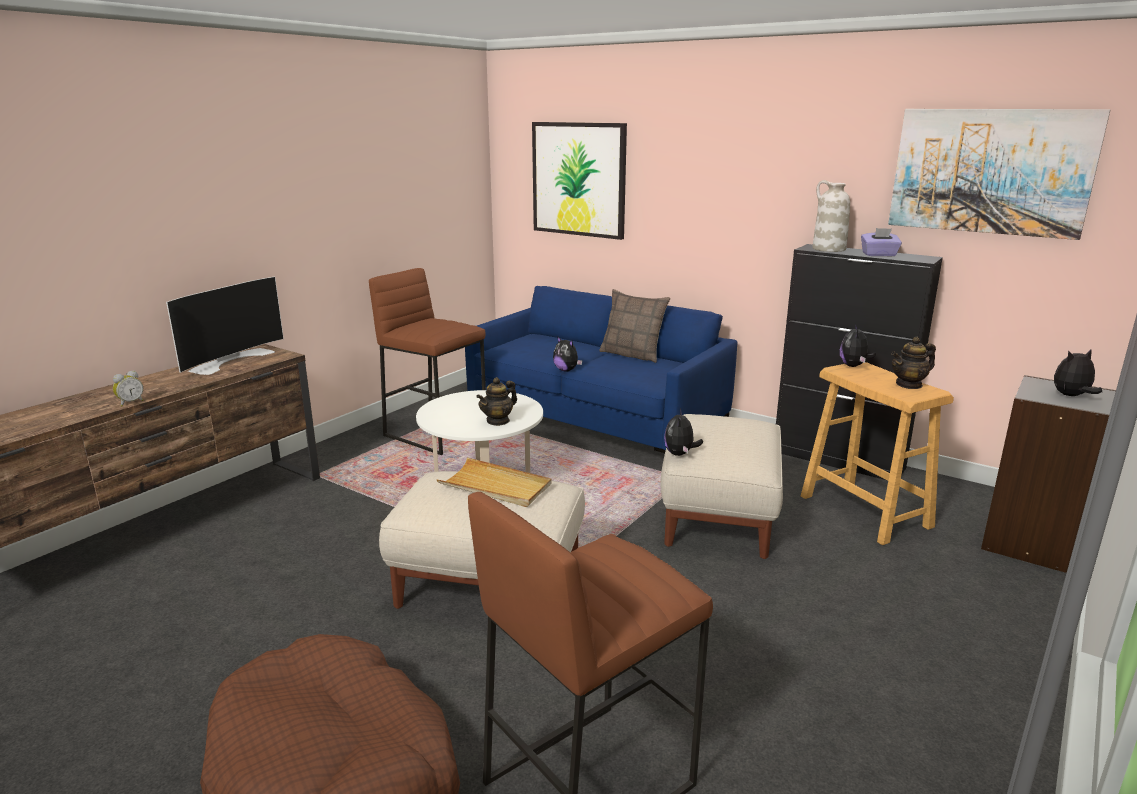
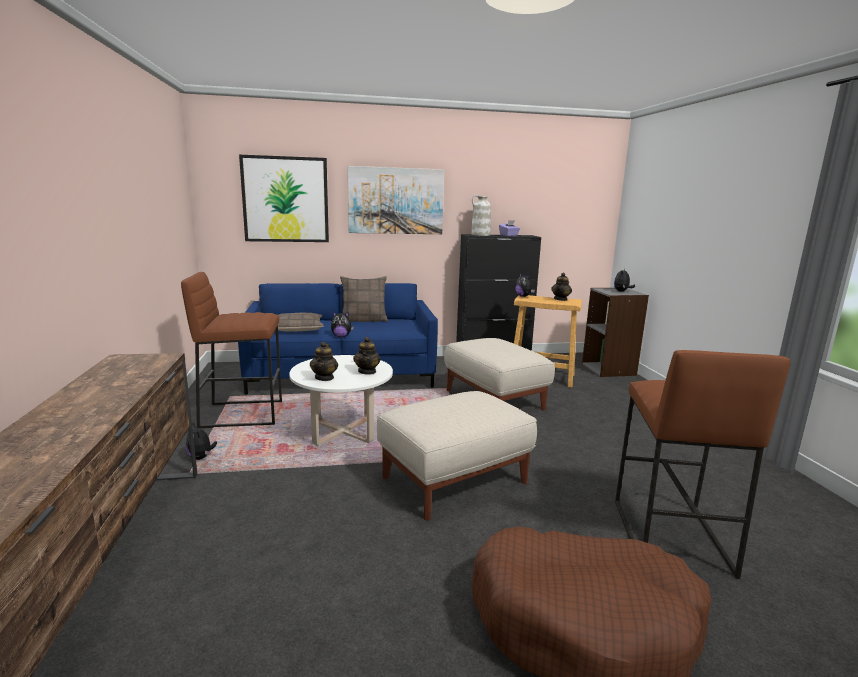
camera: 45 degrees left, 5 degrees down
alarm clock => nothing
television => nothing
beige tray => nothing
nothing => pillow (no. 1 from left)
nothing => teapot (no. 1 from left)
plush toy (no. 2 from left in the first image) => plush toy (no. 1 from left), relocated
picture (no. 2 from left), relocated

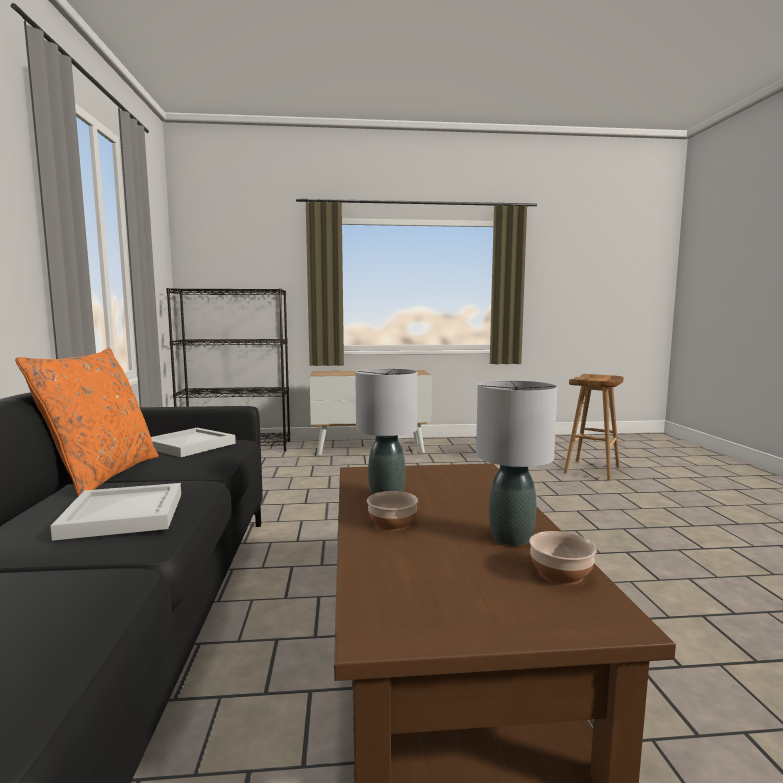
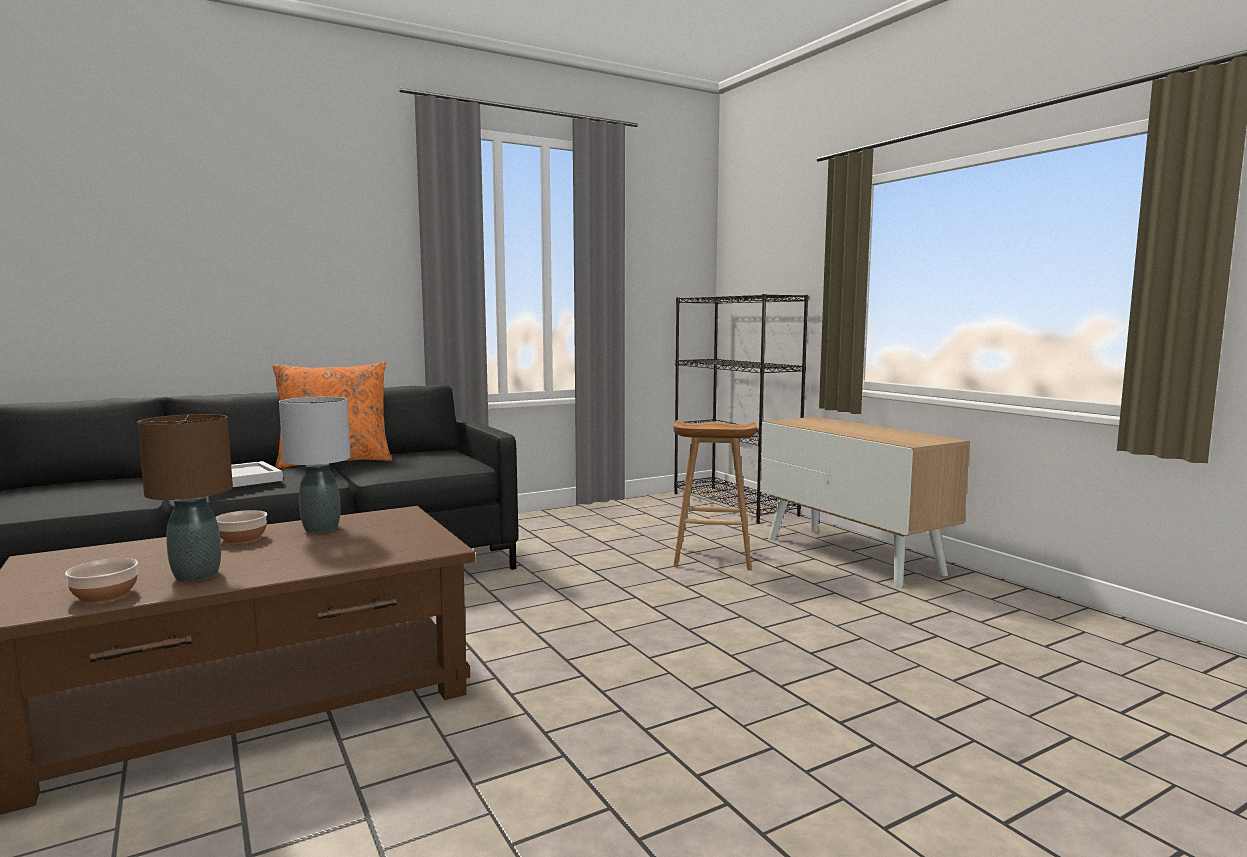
camera: 65 degrees right, 0 degrees up
white tray (no. 2 from left) => nothing
brown stool, relocated
grey table lamp (no. 2 from left) => brown table lamp

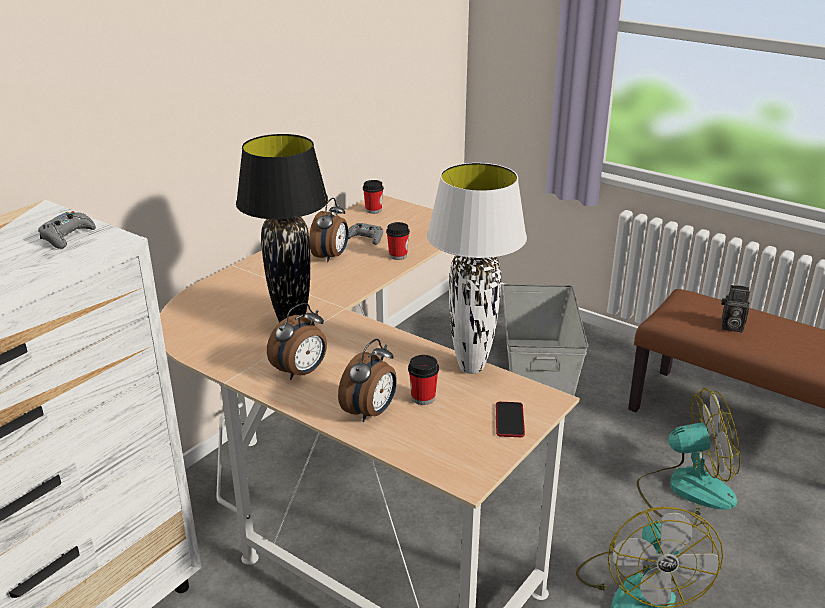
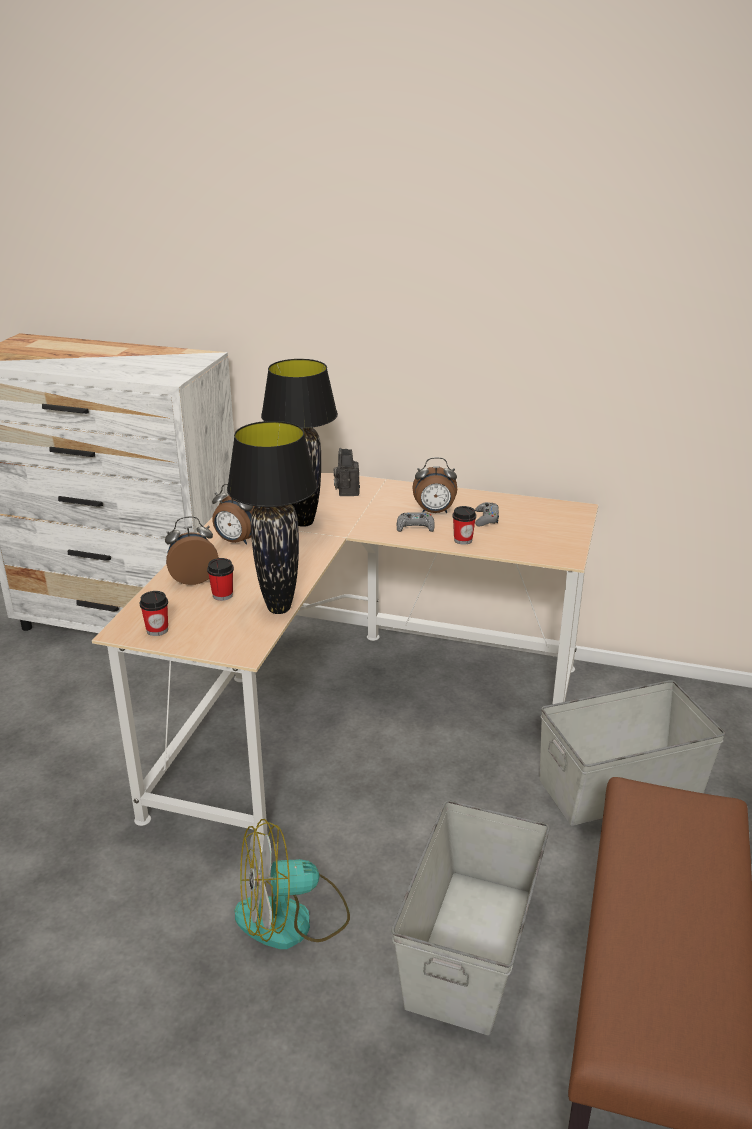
camera: 70 degrees right, 0 degrees up
phone => nothing
grey game controller (no. 1 from left), relocated
cup (no. 1 from left), relocated
photo camera, relocated
fan (no. 2 from left) => grey storage box (no. 1 from left)
white table lamp => black table lamp (no. 1 from left)
alarm clock (no. 3 from left in the first image) => alarm clock (no. 1 from left), 150 degrees clockwise

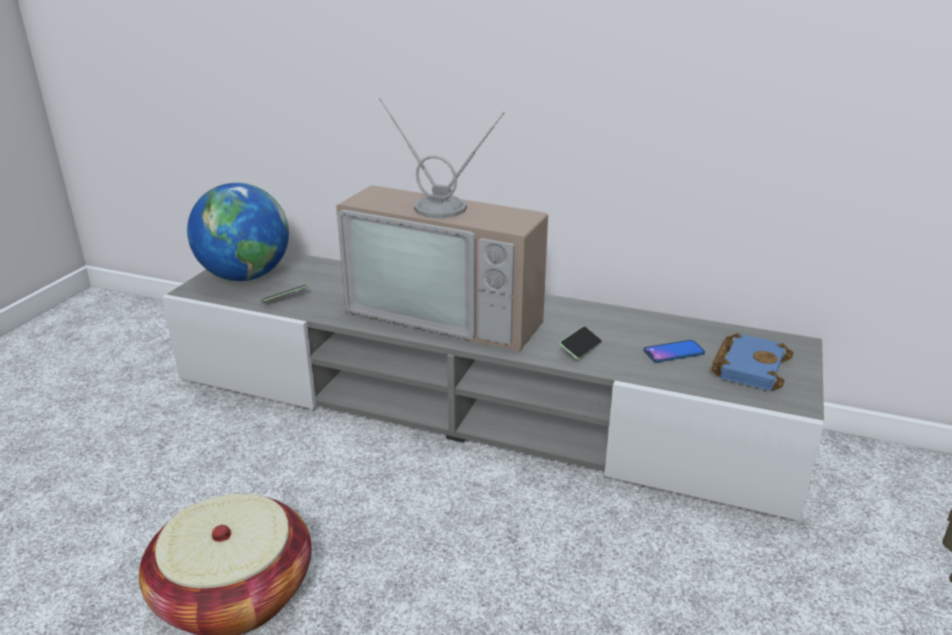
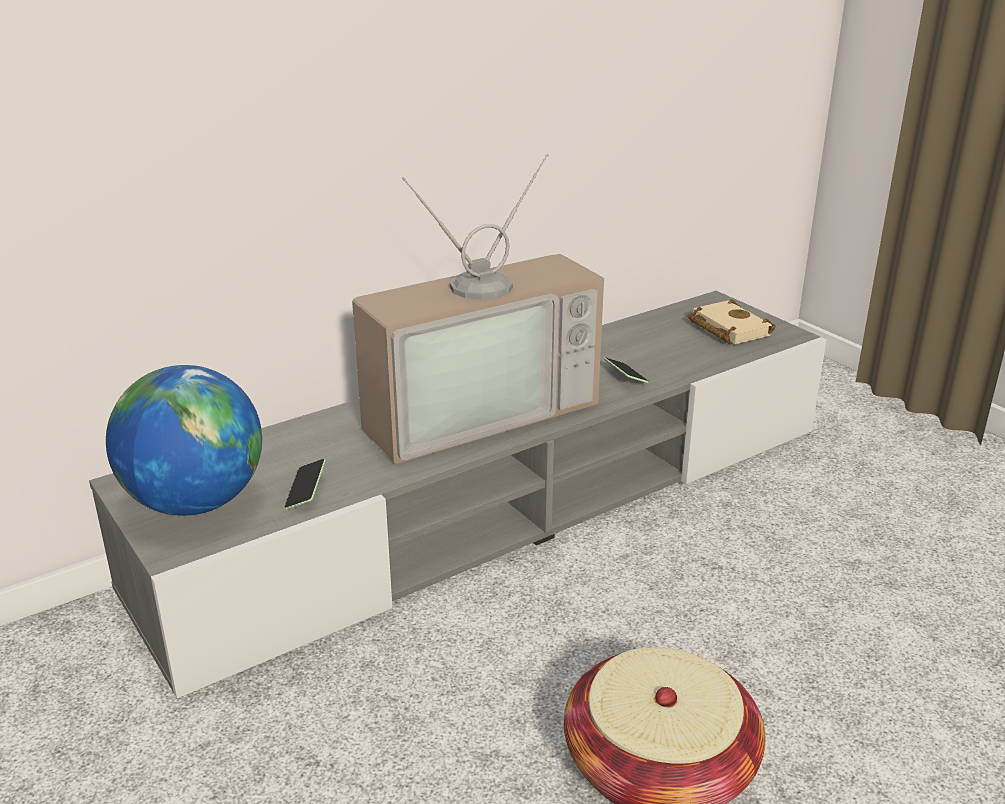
camera: 55 degrees left, 0 degrees up
phone (no. 3 from left) => nothing
blue book => beige book

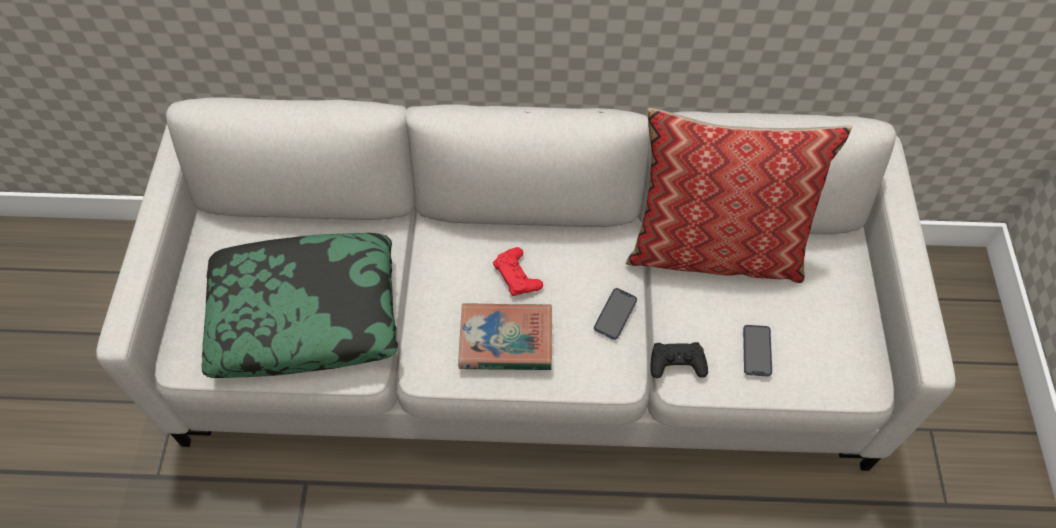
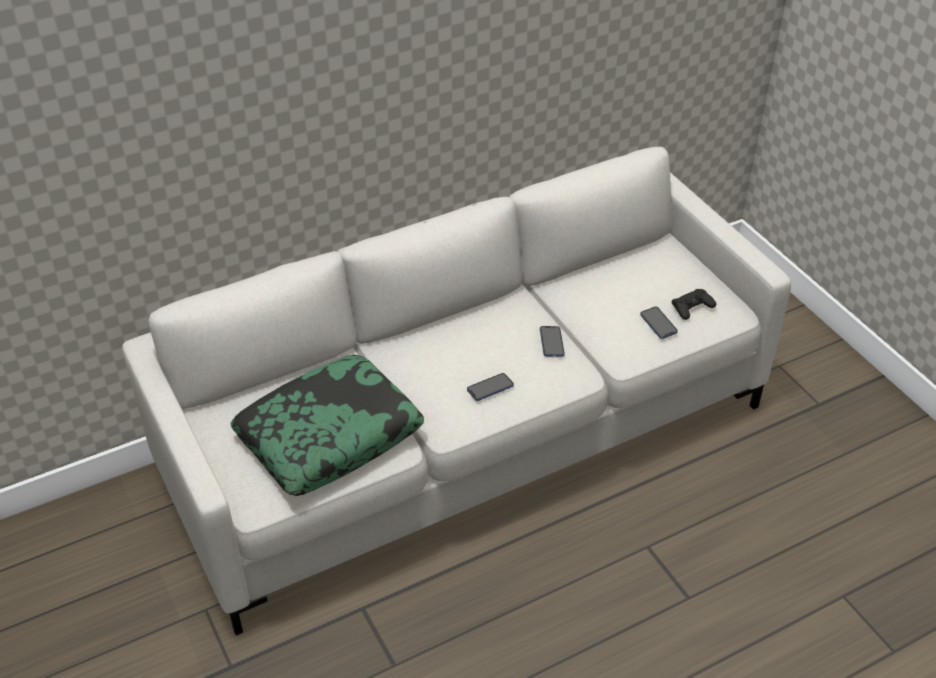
camera: 30 degrees left, 15 degrees down
red game controller => nothing
pillow (no. 2 from left) => nothing
black game controller, relocated
book => phone (no. 1 from left)

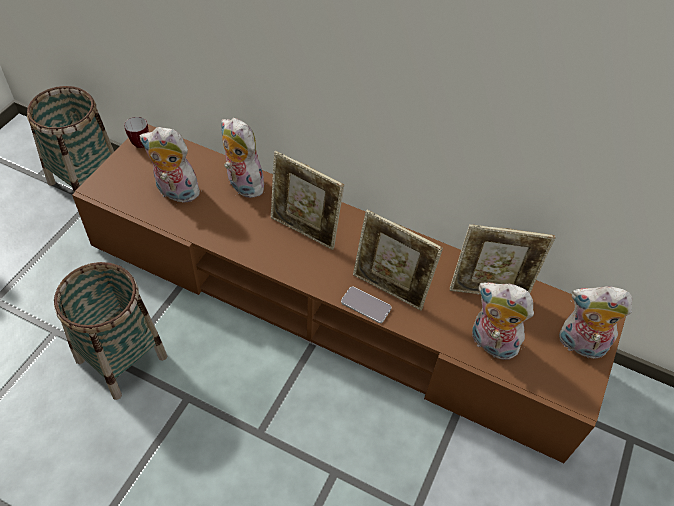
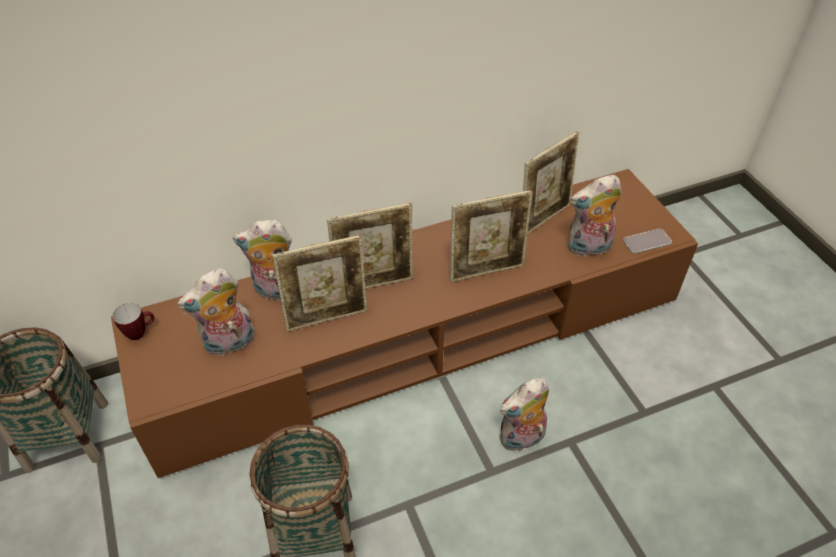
camera: 45 degrees left, 5 degrees down
nothing => picture frame (no. 1 from left)
phone, relocated
plush toy (no. 4 from left in the first image) => plush toy (no. 3 from left), relocated

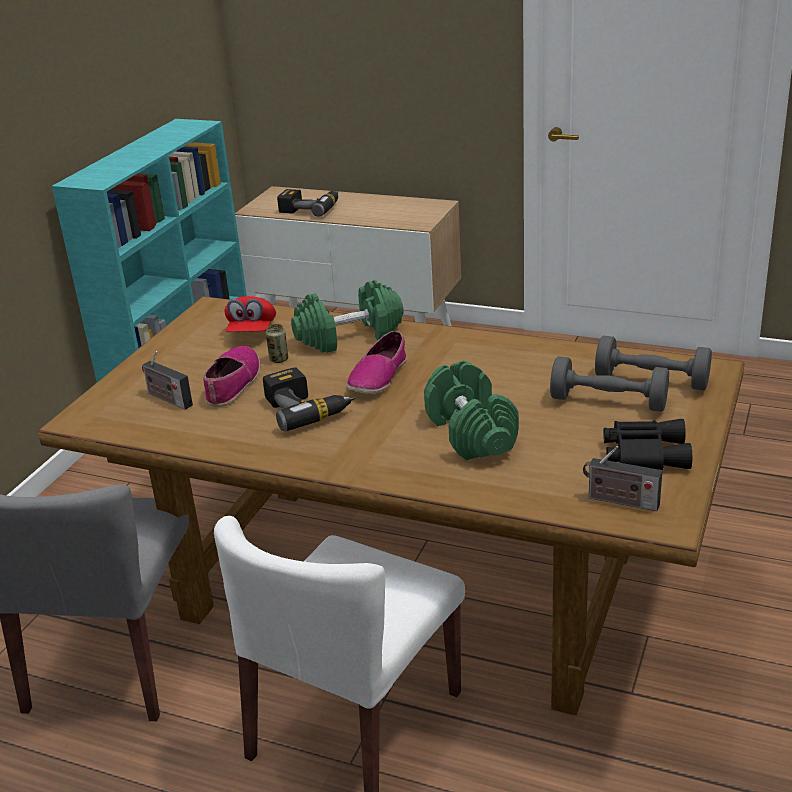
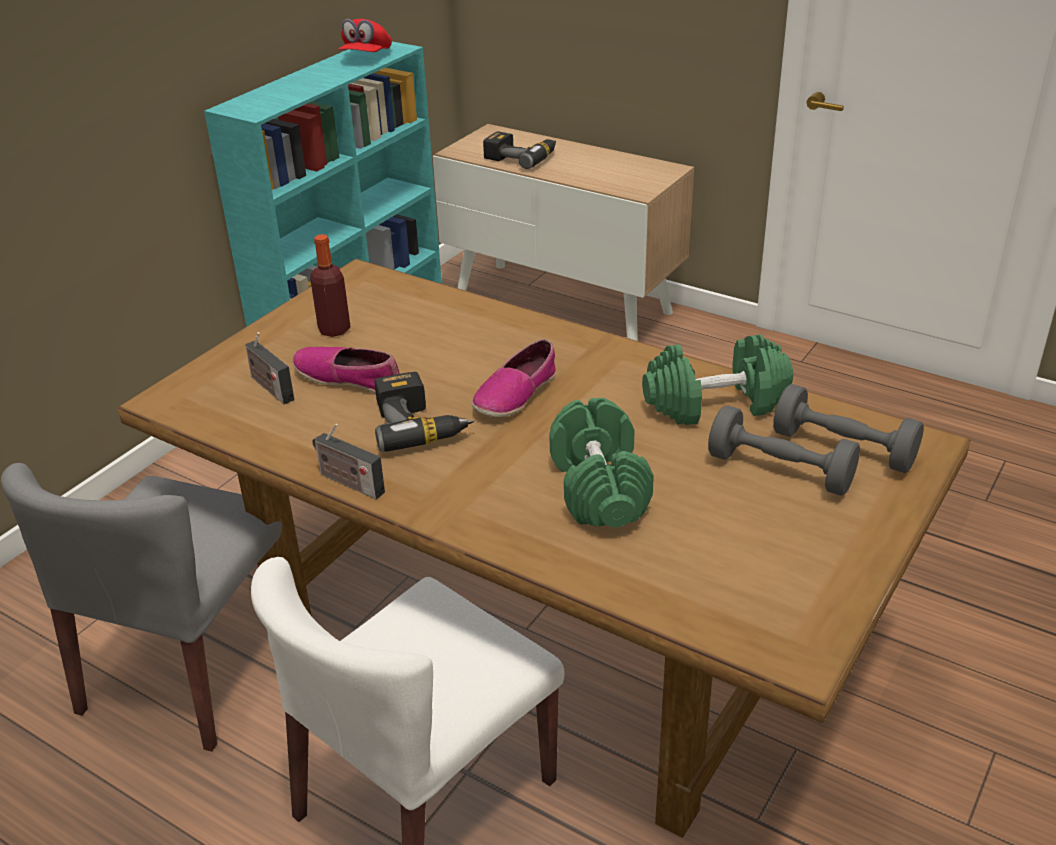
camera: 10 degrees right, 5 degrees up
can => nothing
black binoculars => nothing
nothing => bottle
red cap, relocated
green dumbbell (no. 1 from left in the first image) => green dumbbell (no. 2 from left), relocated
radio (no. 2 from left), relocated
shoe (no. 1 from left), 90 degrees counterclockwise

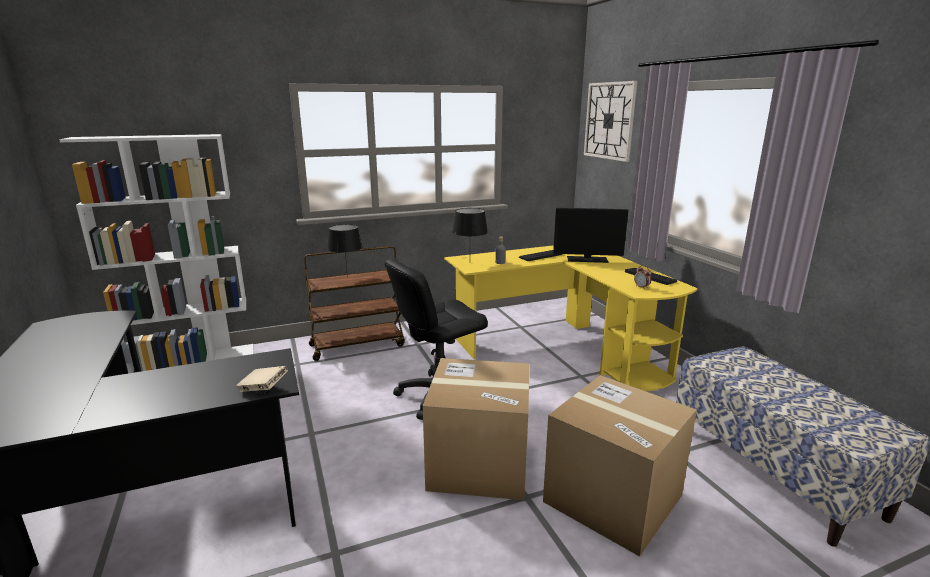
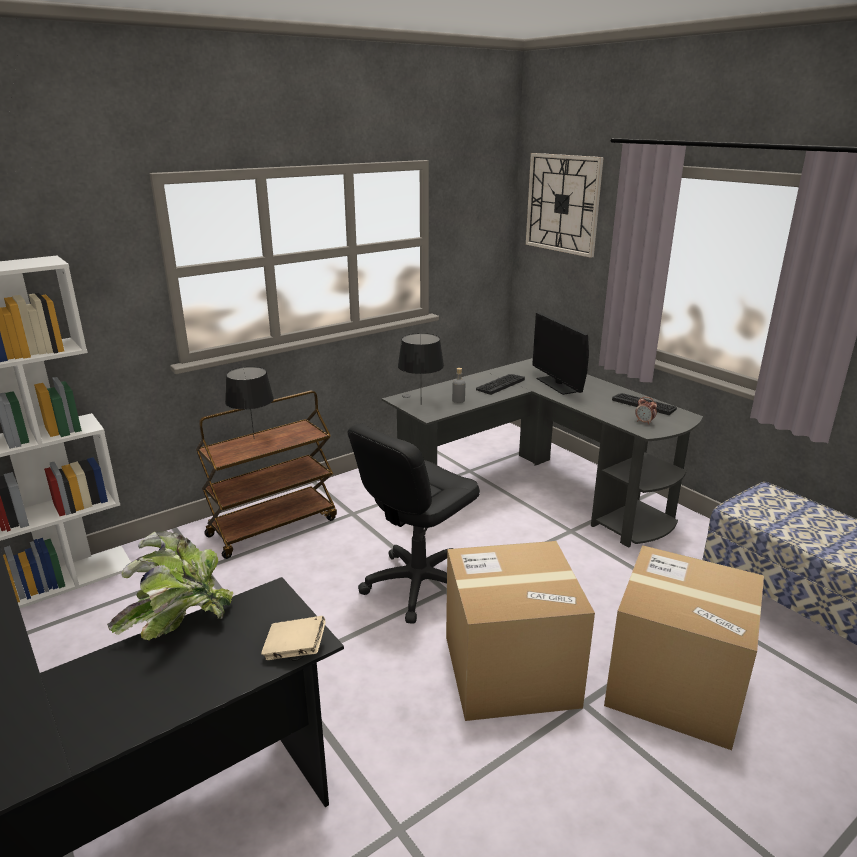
camera: 15 degrees left, 5 degrees up
nothing => potted plant
yellow desk => black desk (no. 2 from left)
monitor, 75 degrees clockwise

